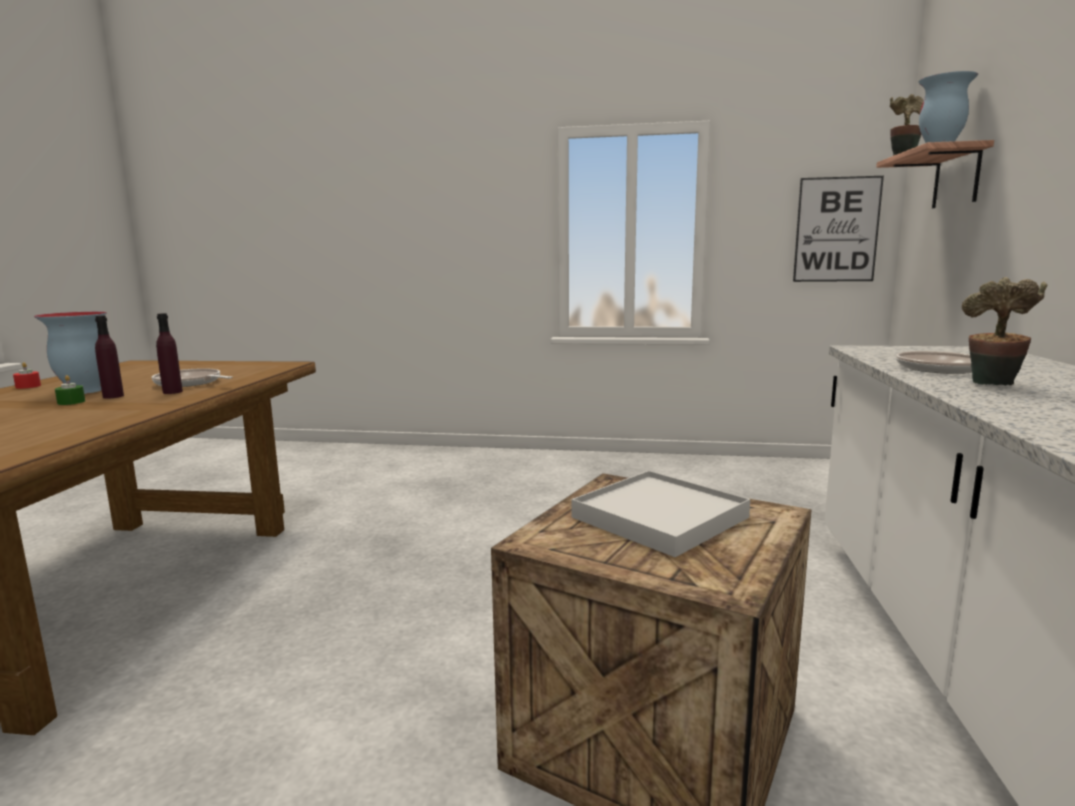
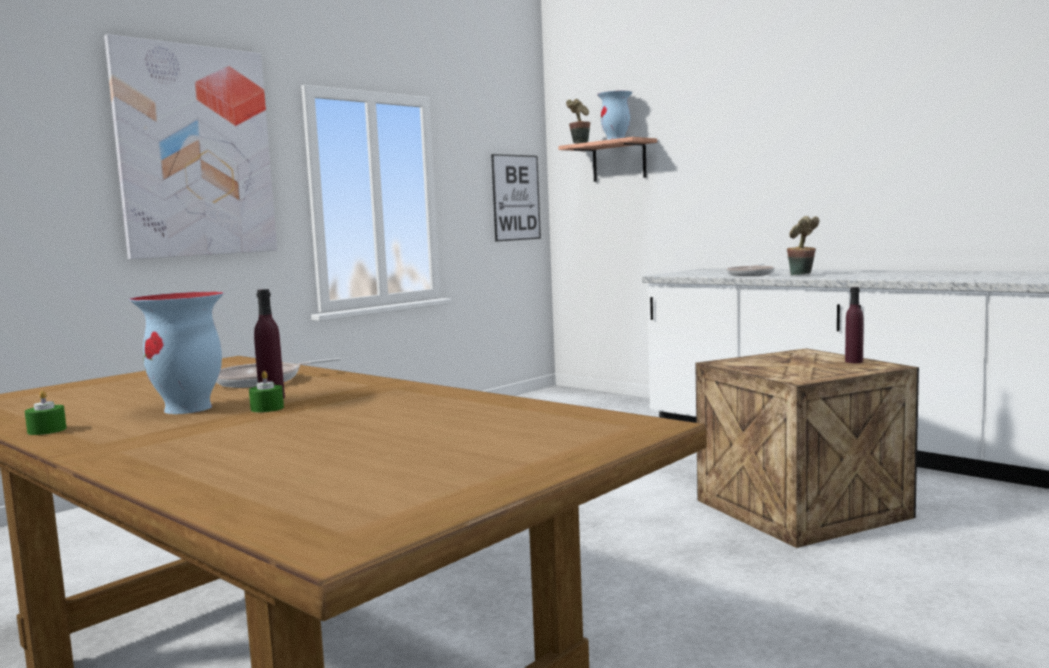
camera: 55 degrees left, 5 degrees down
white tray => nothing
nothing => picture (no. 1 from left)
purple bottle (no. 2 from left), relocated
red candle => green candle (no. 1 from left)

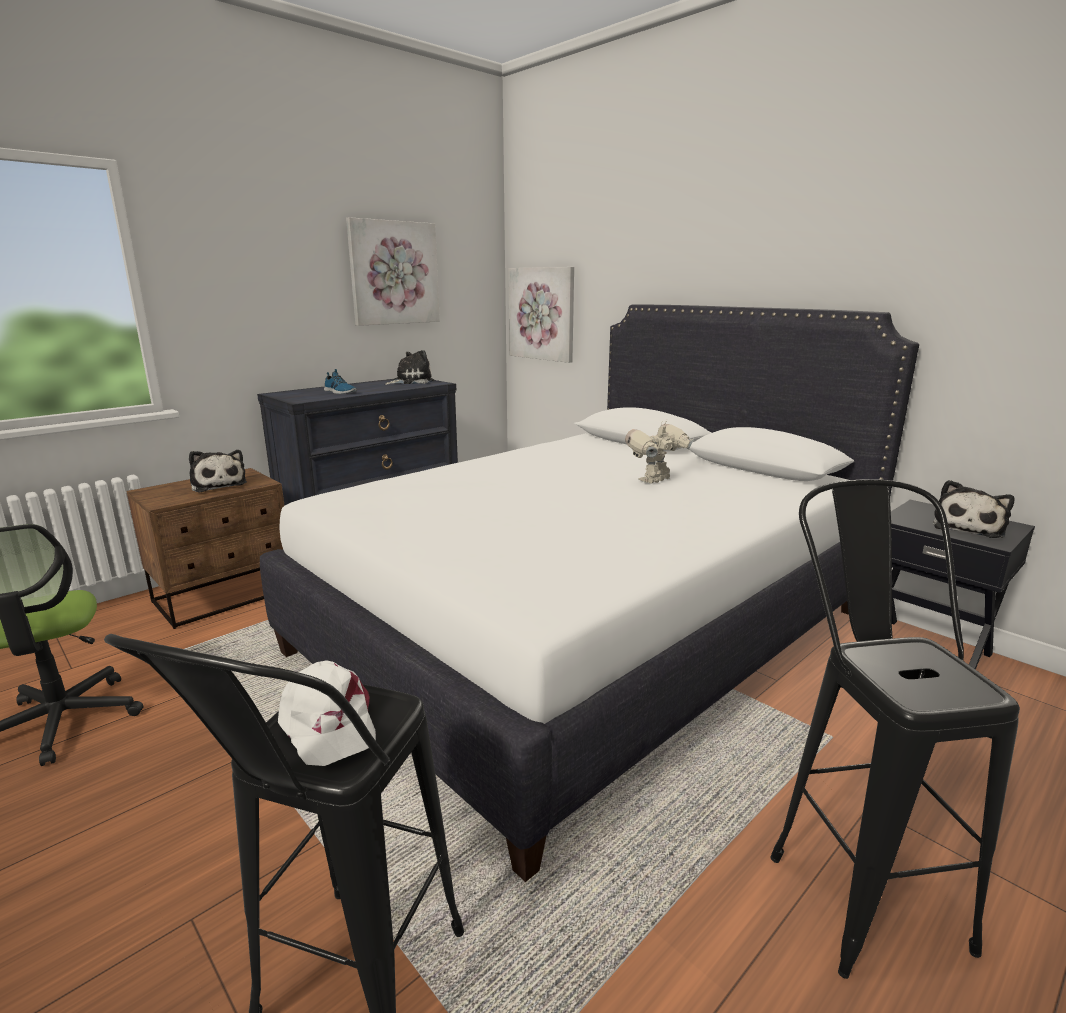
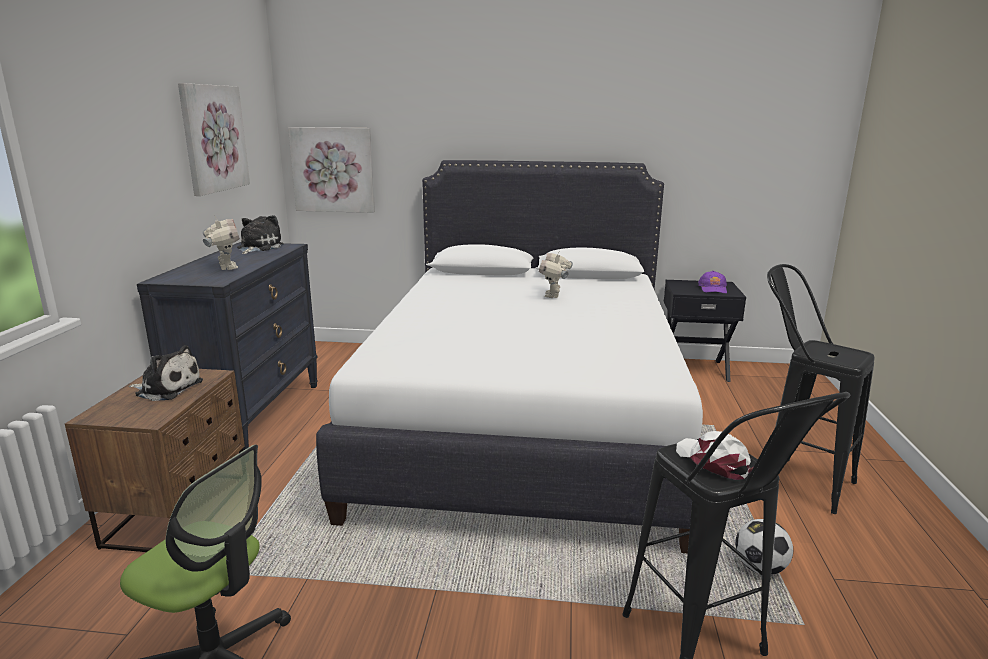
camera: 40 degrees left, 0 degrees up
nothing => football
shoe => toy robot (no. 1 from left)
plush toy (no. 3 from left) => purple cap
white cap, 135 degrees counterclockwise

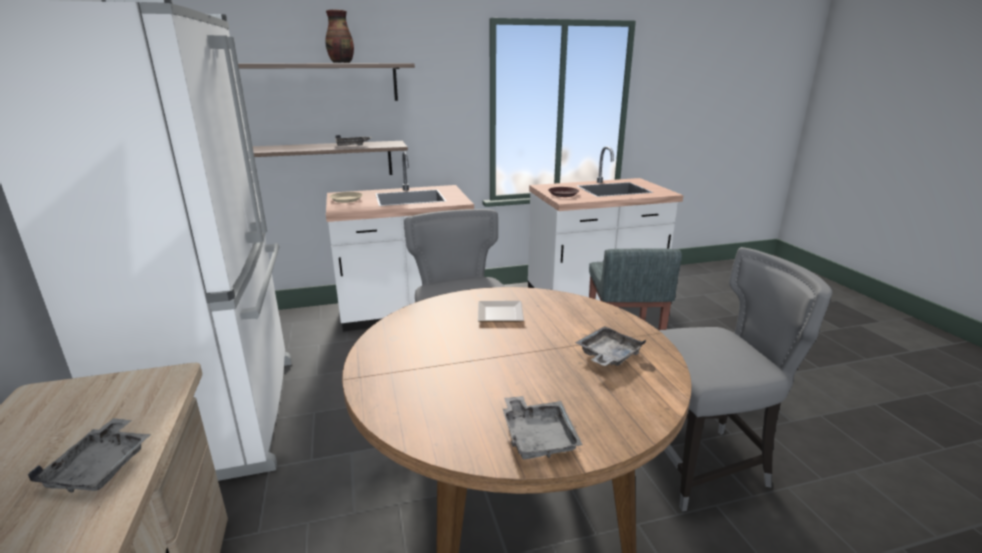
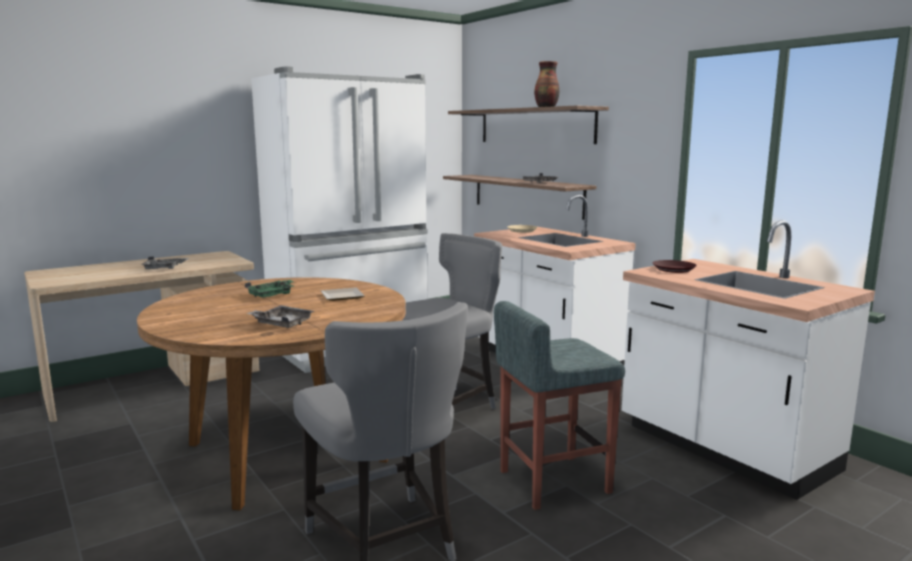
camera: 70 degrees right, 10 degrees down
grey tray (no. 3 from left) => nothing
nothing => green tray

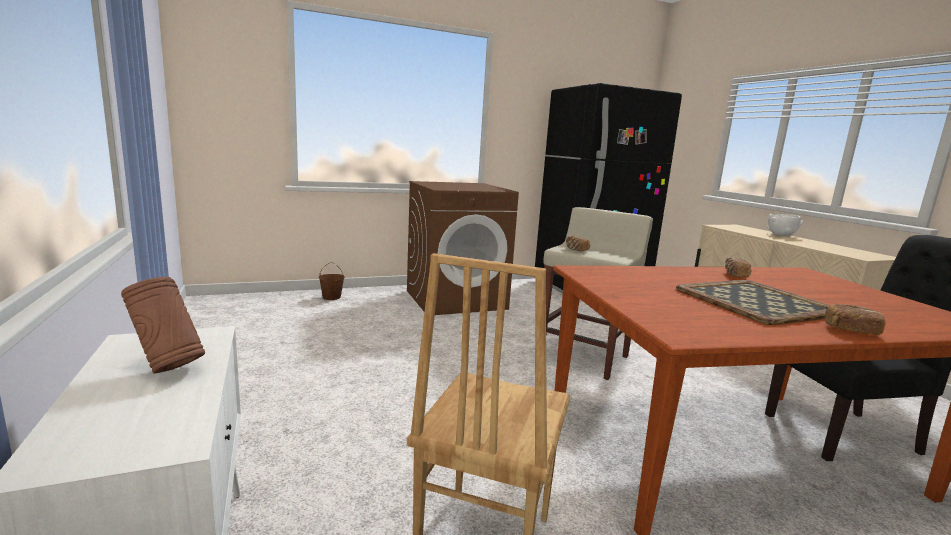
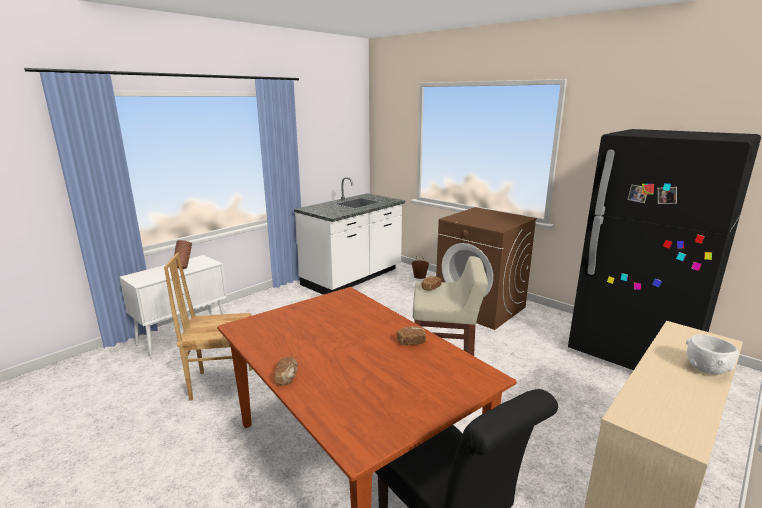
camera: 65 degrees right, 5 degrees up
tray => nothing
nothing => white counter

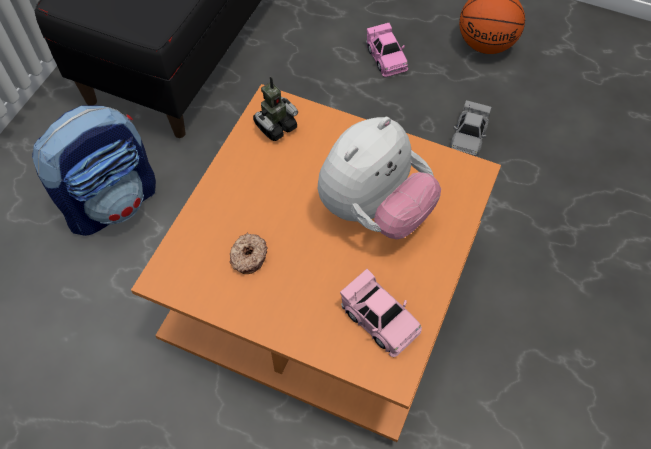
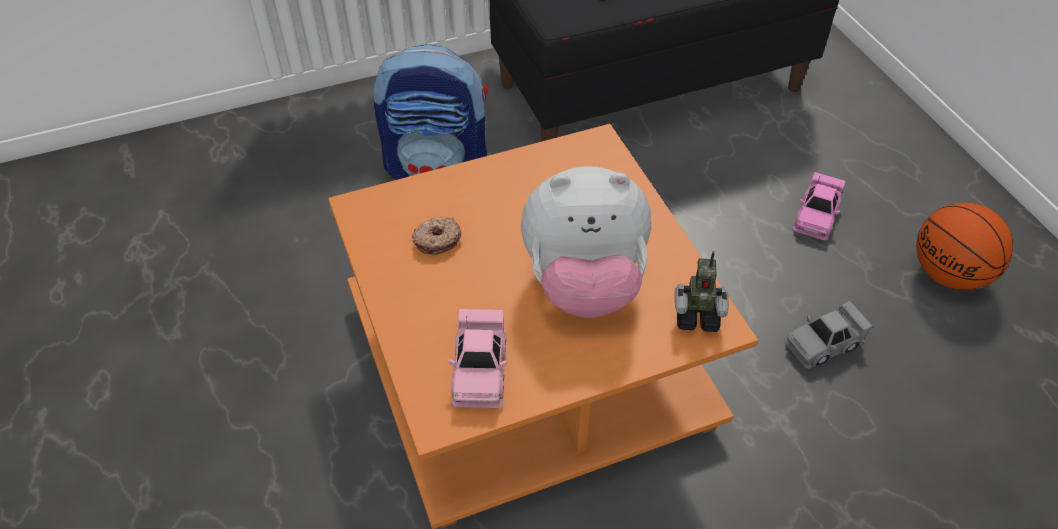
camera: 45 degrees right, 10 degrees down
toy robot, relocated

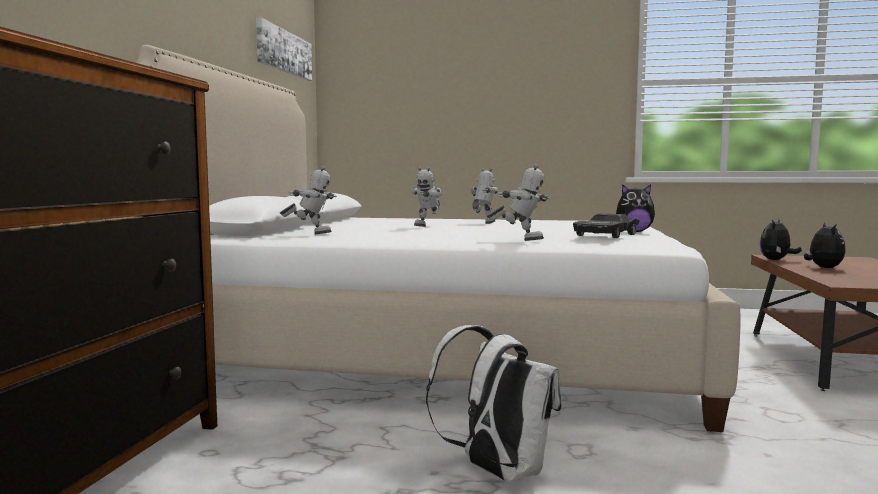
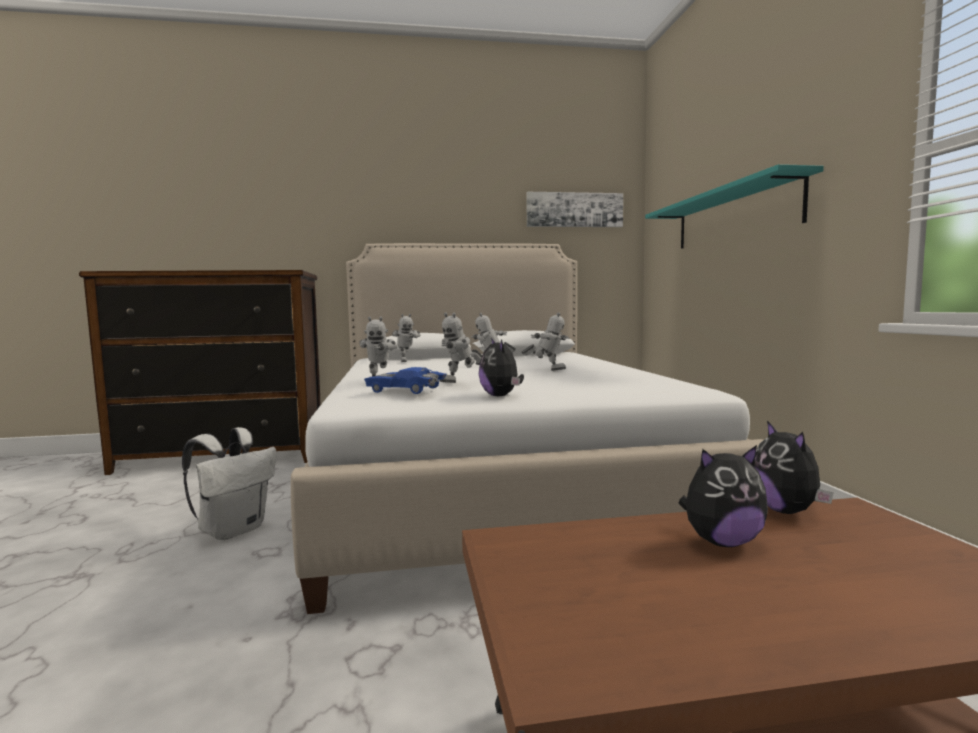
camera: 70 degrees right, 0 degrees up
nothing => toy robot (no. 3 from left)
nothing => turquoise shelf
black toy car => blue toy car
plush toy (no. 2 from left in the first image) => plush toy (no. 3 from left), 120 degrees counterclockwise

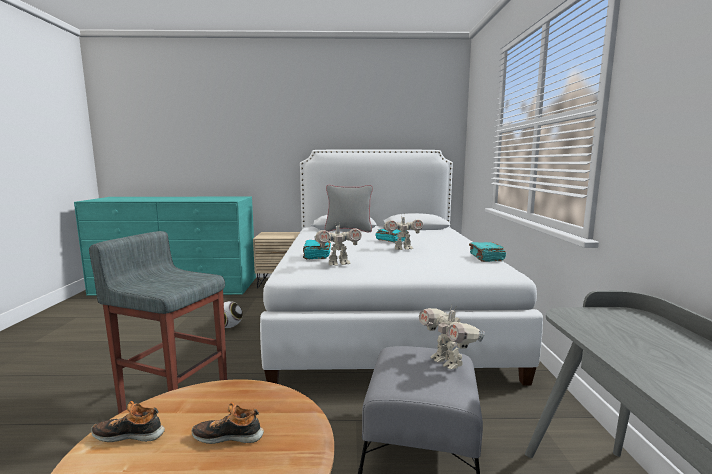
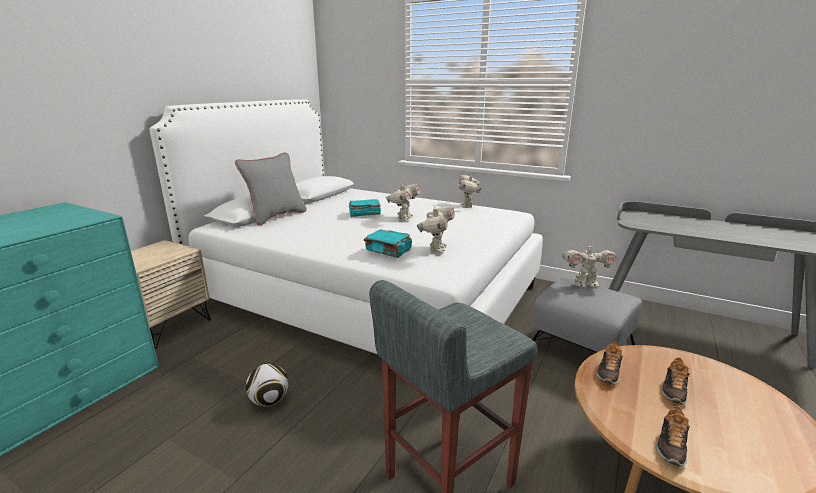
camera: 60 degrees left, 10 degrees up
nothing => shoe (no. 1 from left)
turquoise book (no. 3 from left) => toy robot (no. 3 from left)

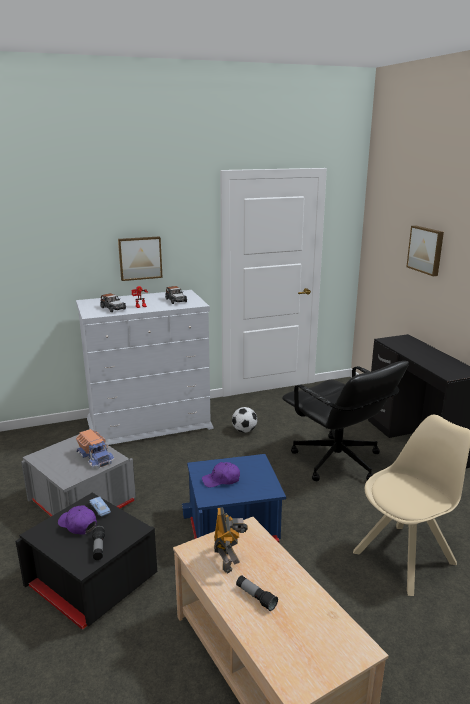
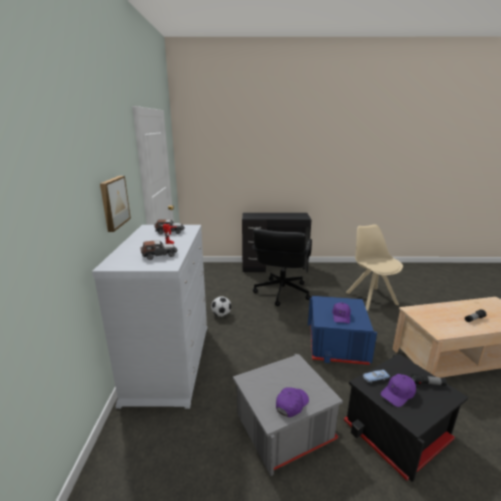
camera: 70 degrees left, 0 degrees up
toy truck => nothing
toy robot (no. 2 from left) => nothing
picture (no. 2 from left) => nothing
nothing => purple cap (no. 1 from left)
black office chair, 120 degrees clockwise

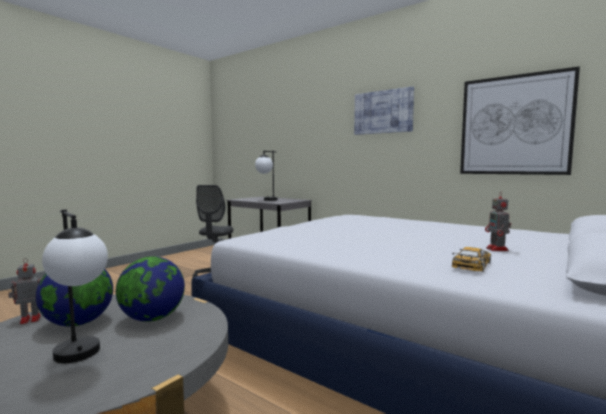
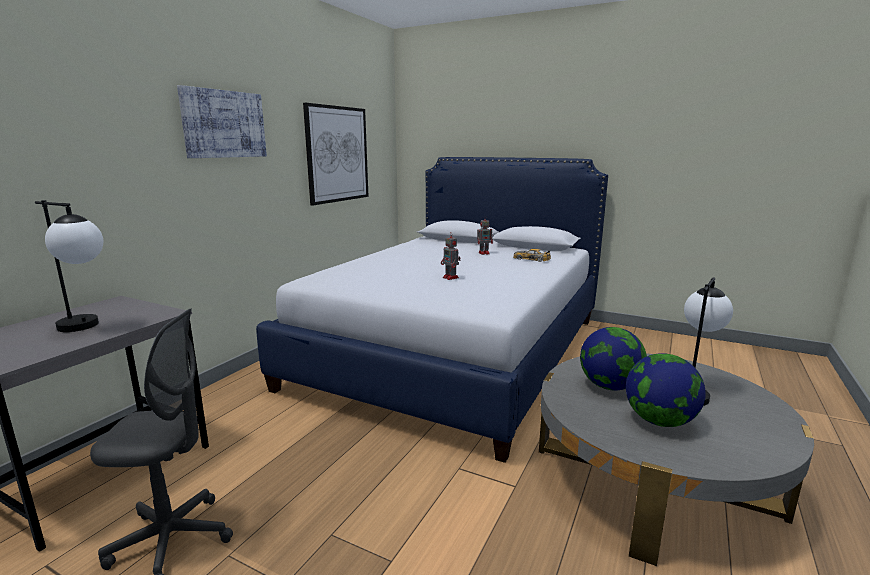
camera: 100 degrees left, 10 degrees up
toy robot (no. 1 from left), relocated

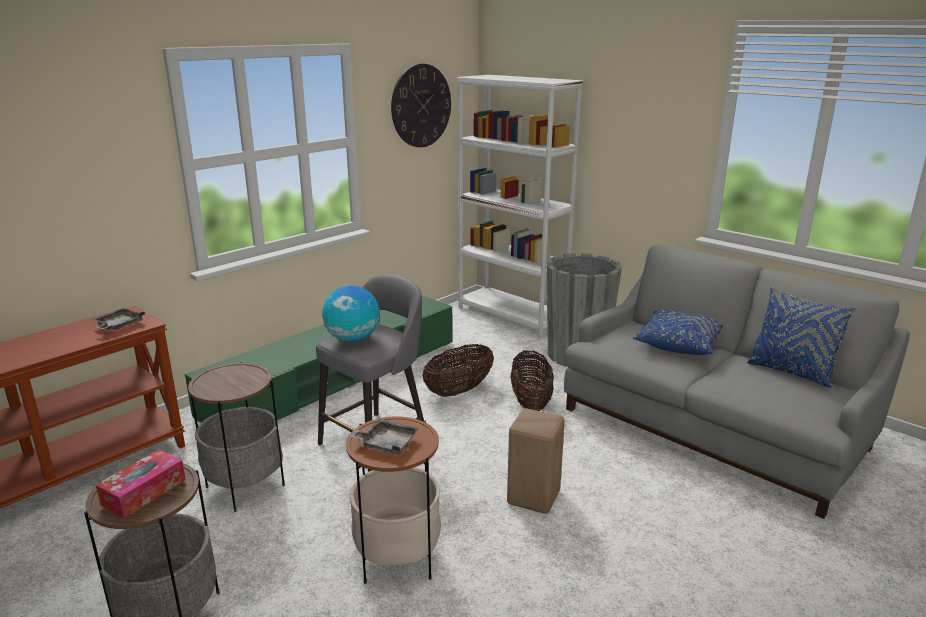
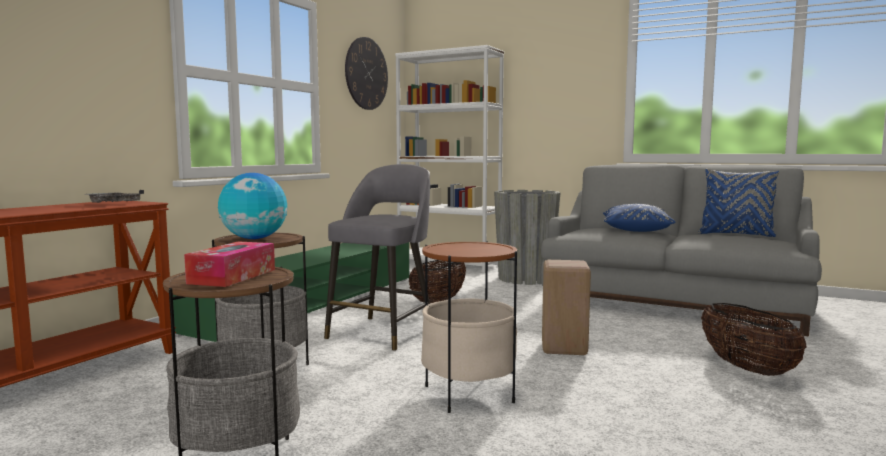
camera: 15 degrees left, 15 degrees down
grey tray (no. 2 from left) => nothing
globe, relocated
basket (no. 2 from left), relocated

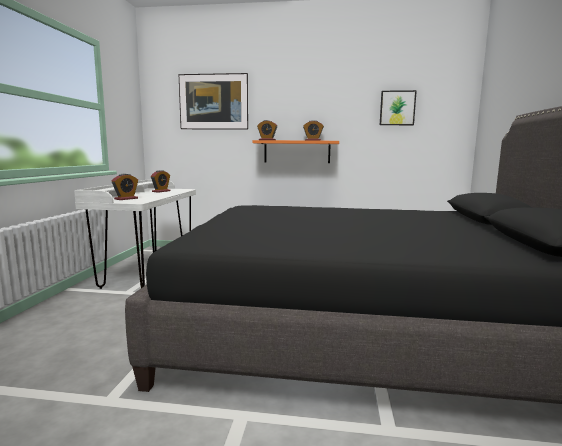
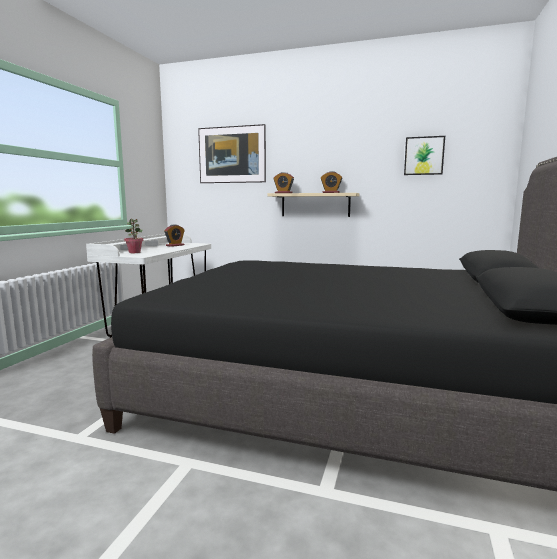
camera: 10 degrees right, 0 degrees up
alarm clock (no. 1 from left) => potted plant
orange shelf => beige shelf

